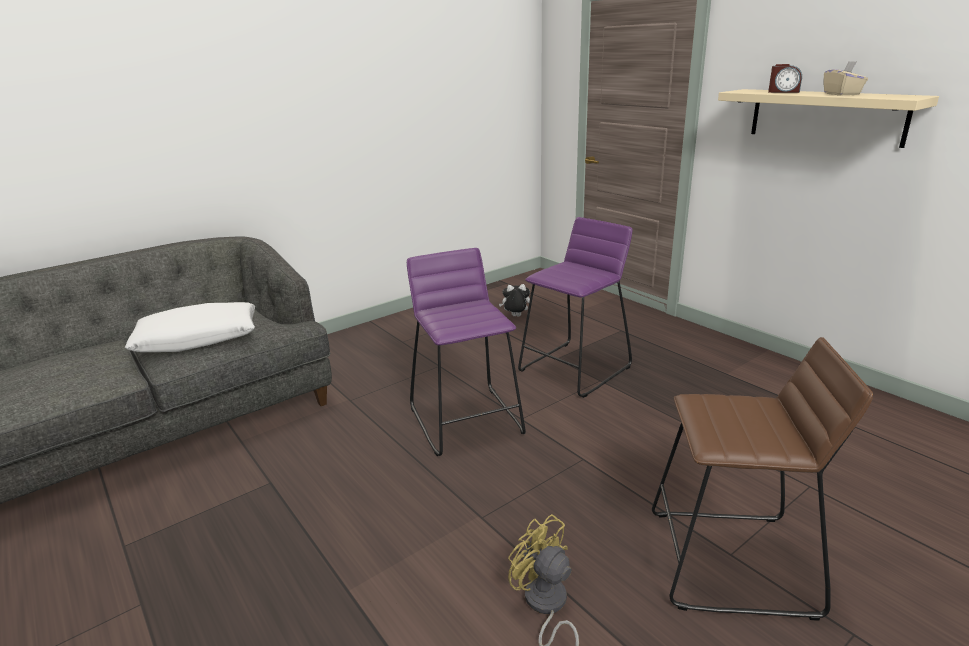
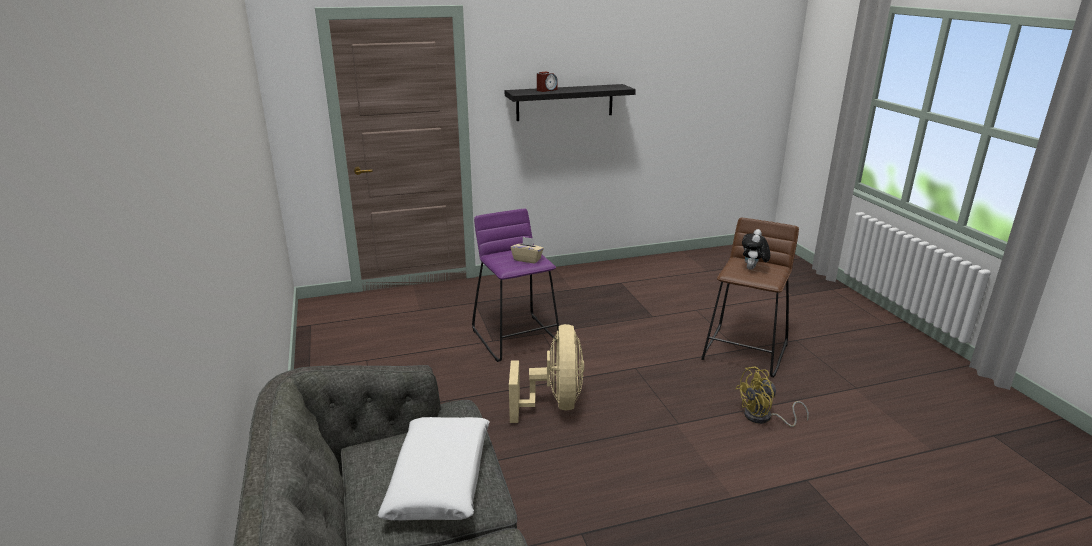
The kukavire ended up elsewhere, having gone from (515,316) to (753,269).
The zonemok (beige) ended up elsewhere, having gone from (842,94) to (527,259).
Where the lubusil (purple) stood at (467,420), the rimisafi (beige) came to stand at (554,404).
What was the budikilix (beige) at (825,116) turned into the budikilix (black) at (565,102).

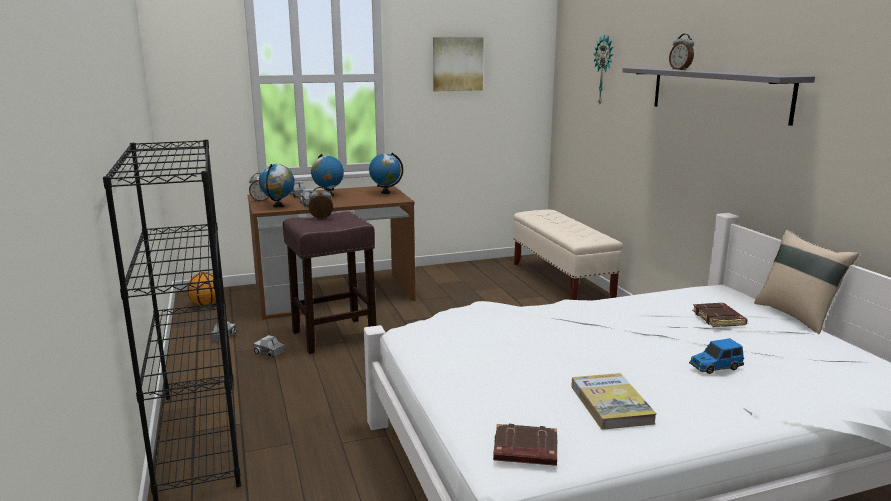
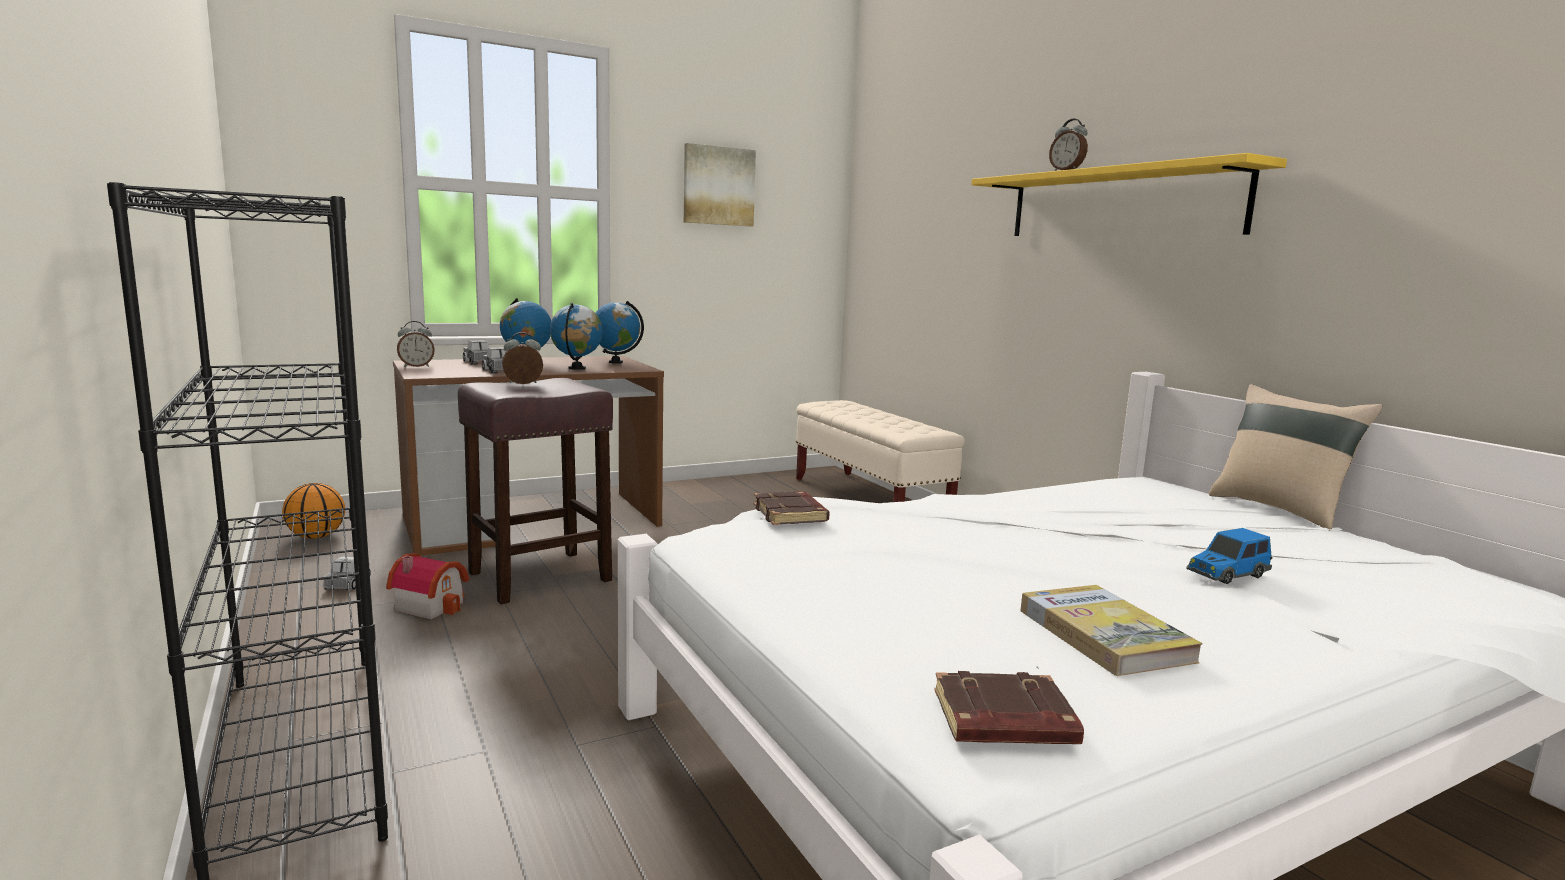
The second view lost the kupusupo at (604,70).
The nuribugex ended up elsewhere, having gone from (278,206) to (577,368).
The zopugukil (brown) ended up elsewhere, having gone from (719,319) to (791,514).
Where the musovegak stood at (269,353), the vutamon came to stand at (431,605).
What was the budikilix (grey) at (717,93) turned into the budikilix (yellow) at (1119,204).

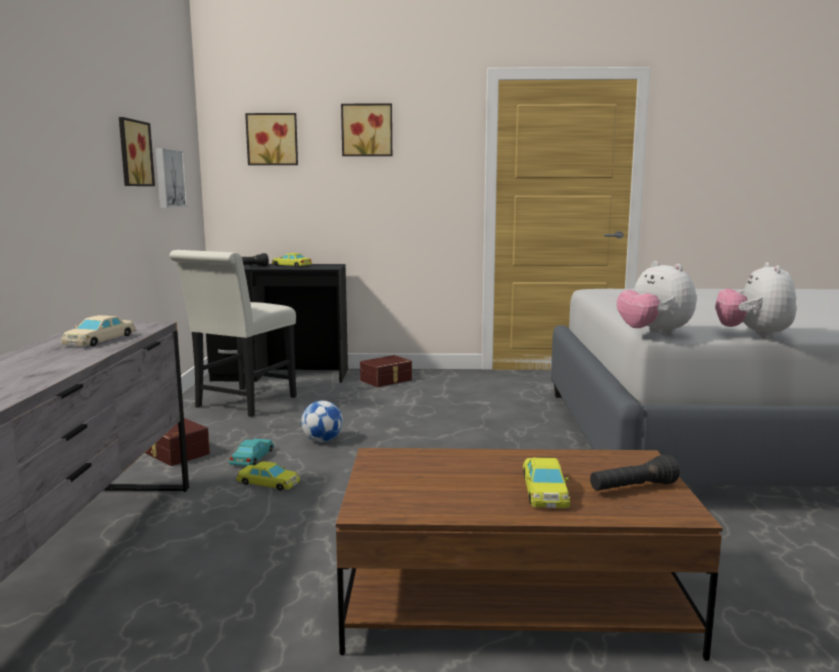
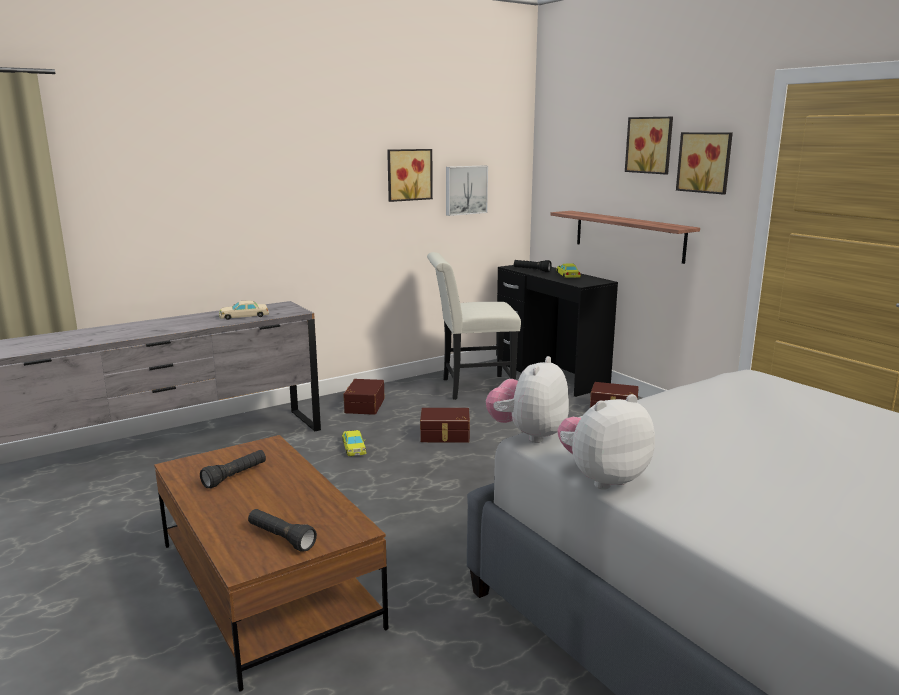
The second view lost the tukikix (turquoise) at (252,457).
The second view lost the tukikix (yellow) at (545,490).
The second view gained the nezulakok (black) at (235,476).
The second view gained the budikilix at (628,235).
The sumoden ended up elsewhere, having gone from (272,139) to (705,162).
Where the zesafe stood at (322,440), the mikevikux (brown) came to stand at (445,435).

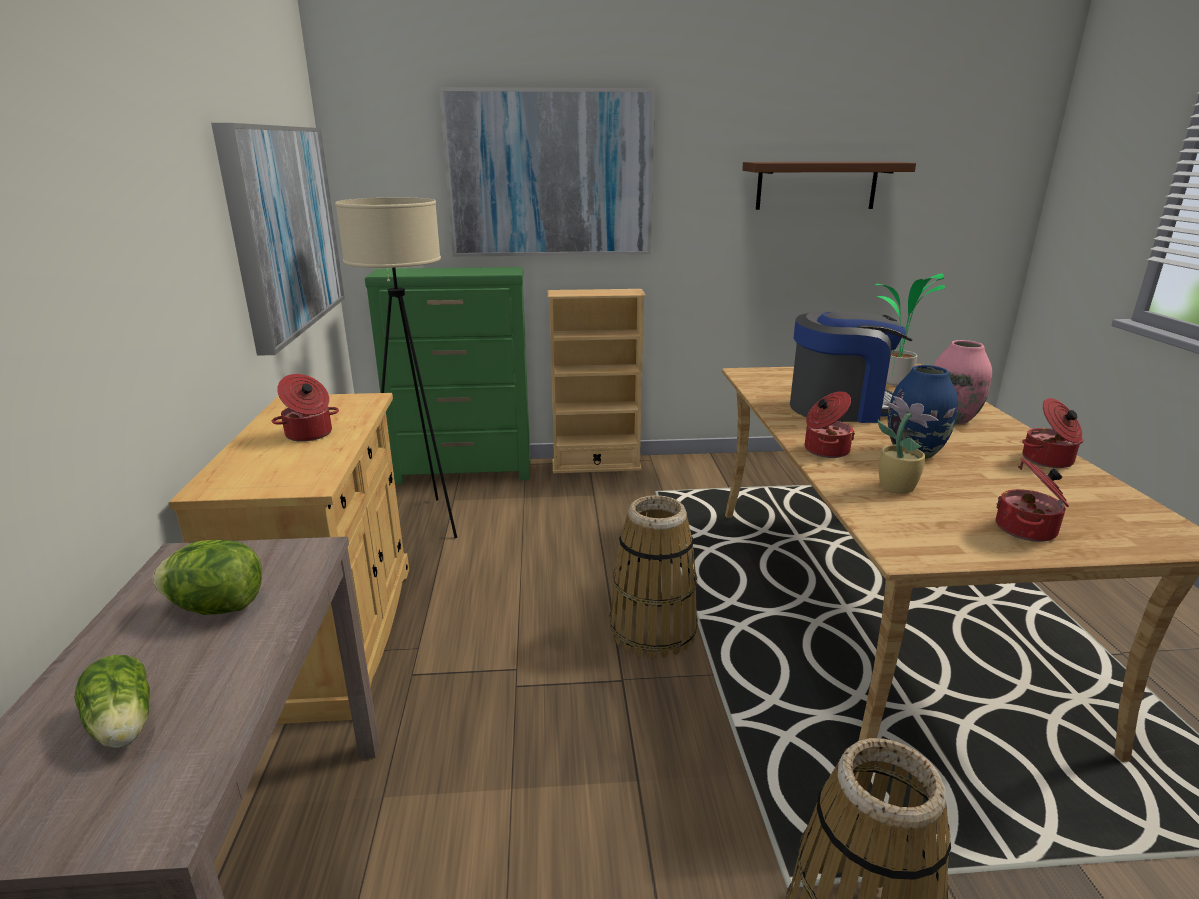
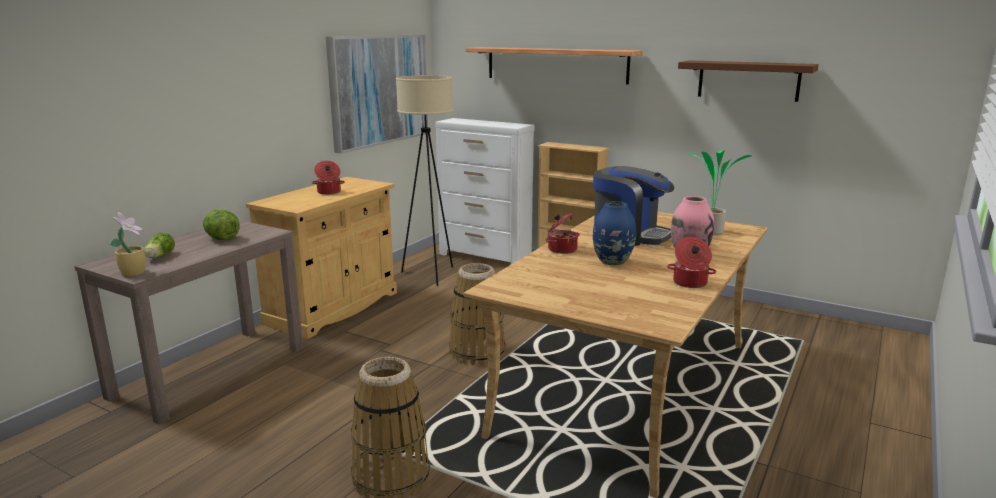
The second view lost the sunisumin at (1027,530).
The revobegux ended up elsewhere, having gone from (895,486) to (134,272).
Where the sumoden hung at (550,174), the budikilix came to hang at (556,64).
What was the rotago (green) at (464,472) turned into the rotago (white) at (485,258).

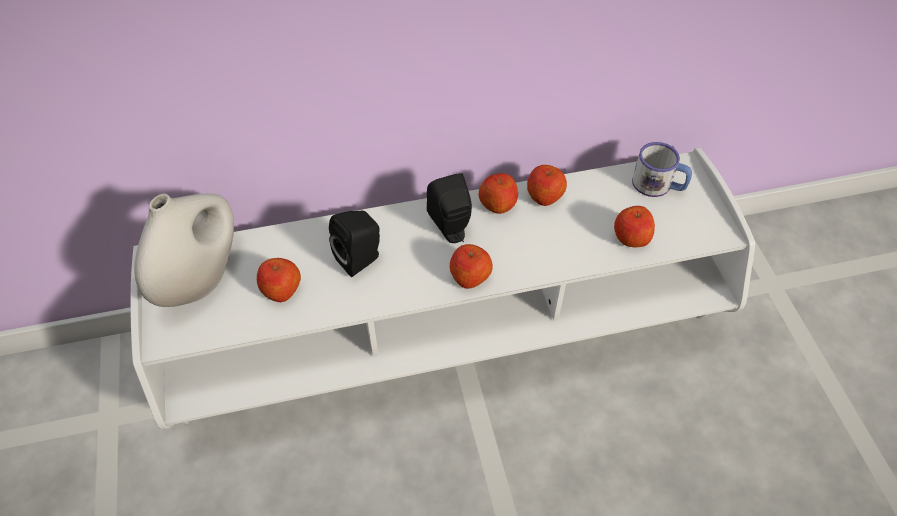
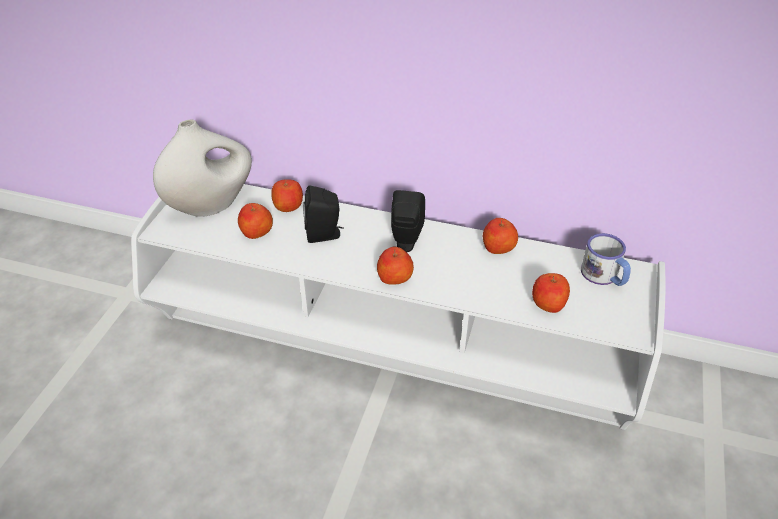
The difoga ended up elsewhere, having gone from (497,204) to (288,206).

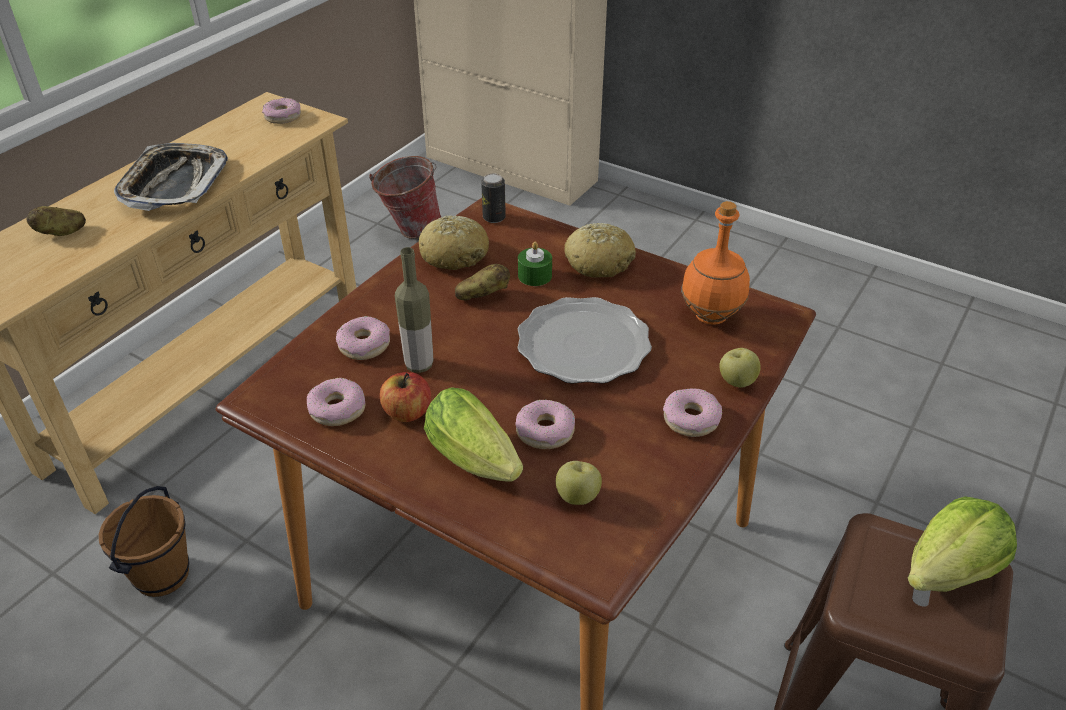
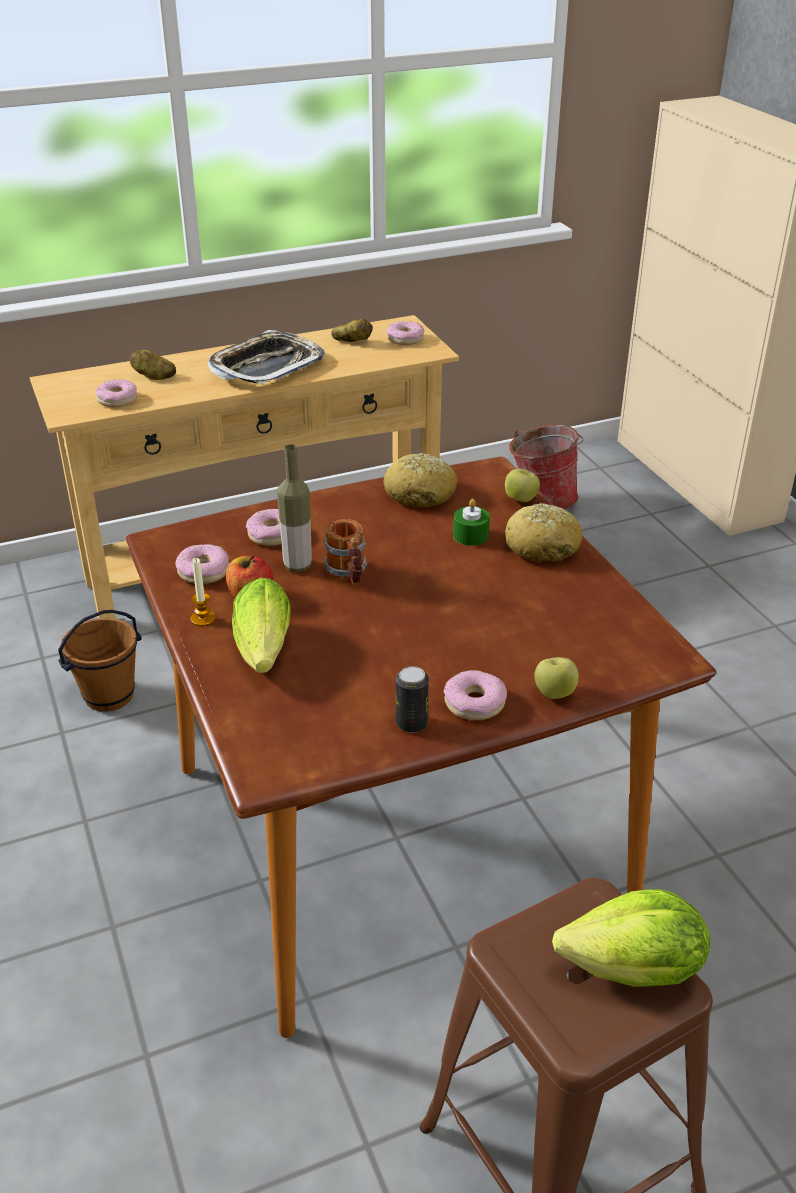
The second view lost the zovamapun at (582,345).
The second view lost the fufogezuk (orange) at (711,315).
The second view gained the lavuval at (203,619).
The second view gained the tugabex at (348,574).
The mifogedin ended up elsewhere, having gone from (483,295) to (352,342).
The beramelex ended up elsewhere, having gone from (494,217) to (411,723).
The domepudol ended up elsewhere, having gone from (545,431) to (117,400).
The difoga ended up elsewhere, having gone from (577,497) to (521,499).

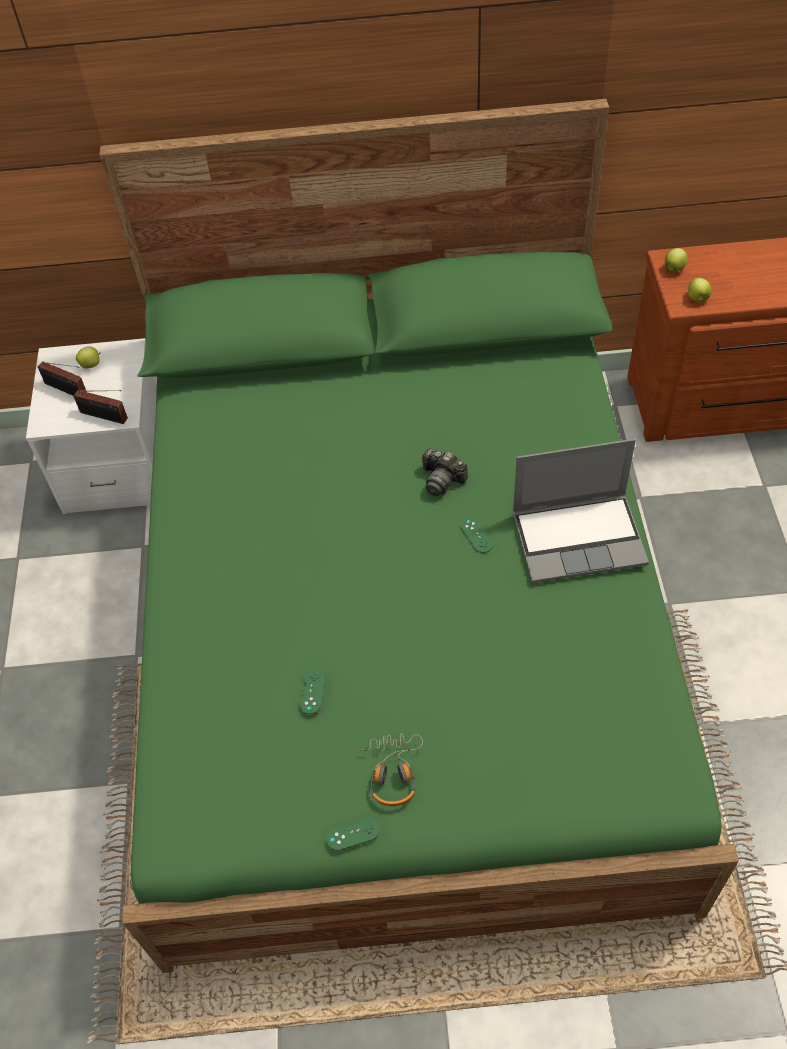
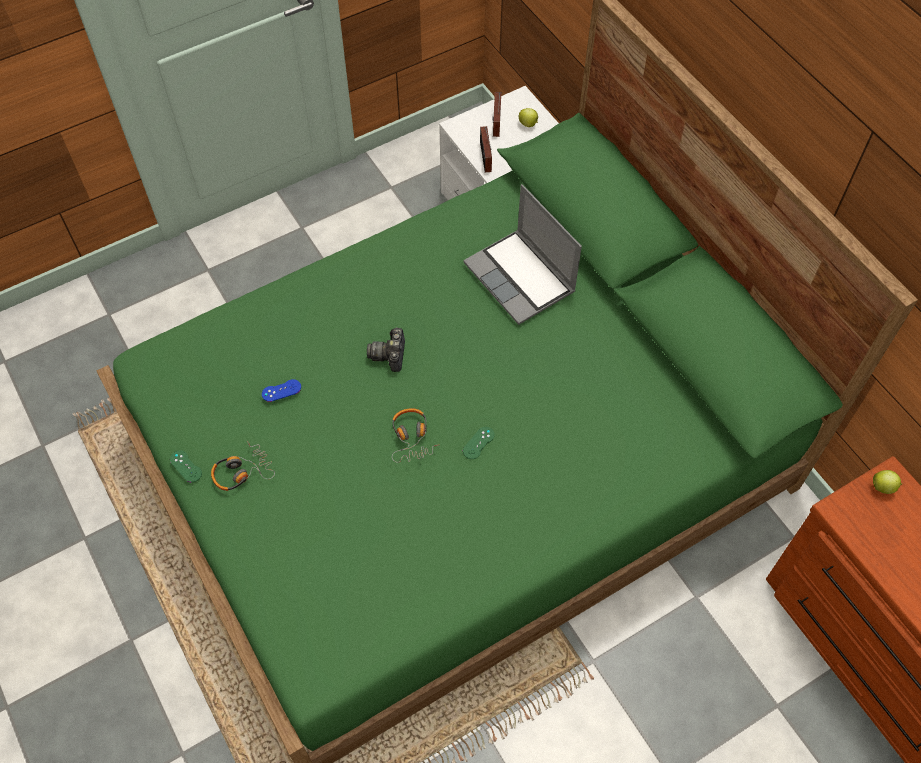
The second view lost the difoga at (697,299).
The second view gained the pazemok at (412,438).
The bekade ended up elsewhere, having gone from (442,479) to (389,355).
The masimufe ended up elsewhere, having gone from (579,537) to (521,278).
What was the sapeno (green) at (312,691) turned into the sapeno (blue) at (281,390).

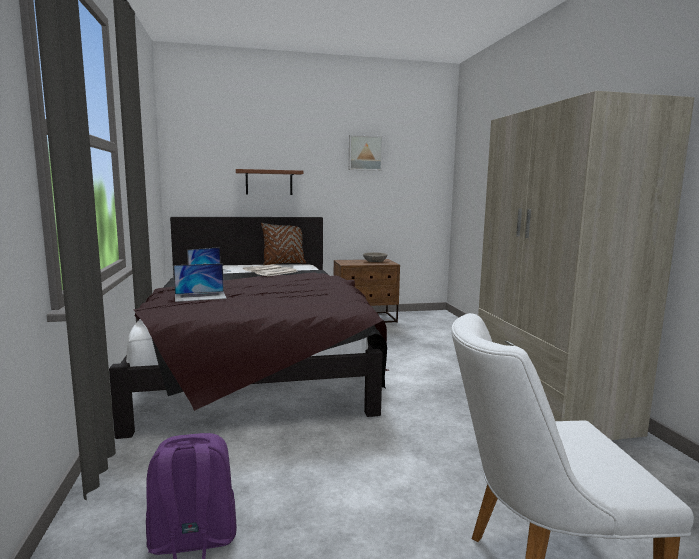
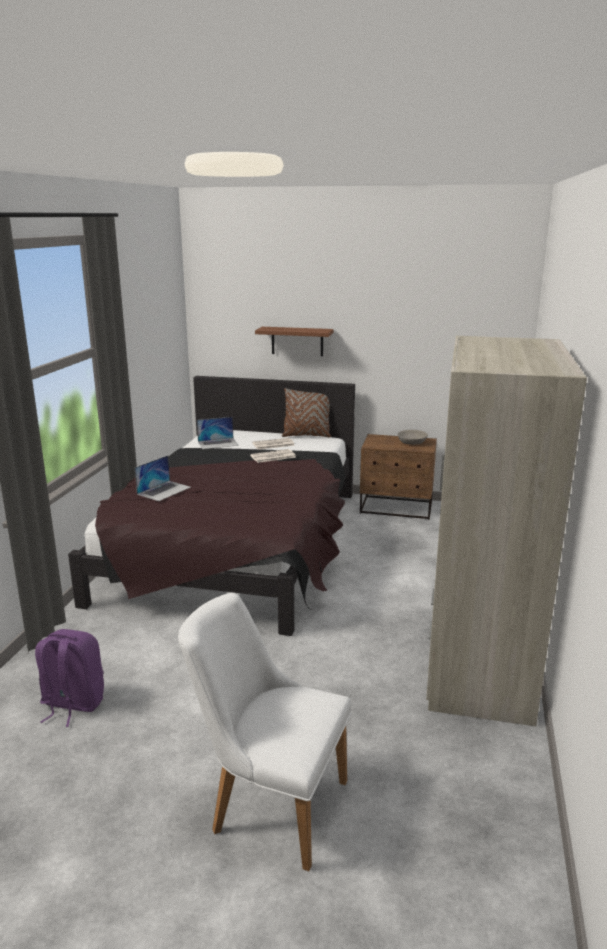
The second view lost the sumoden at (365,153).
The masimufe at (200,296) ended up facing another way, 60 degrees counterclockwise from before.

